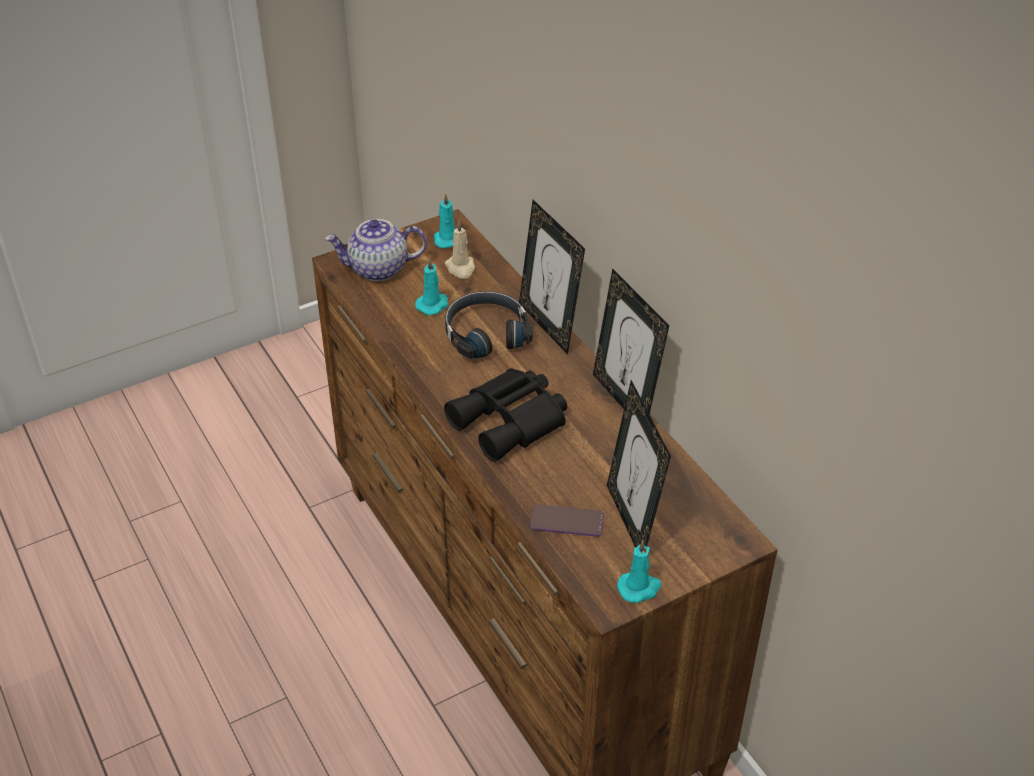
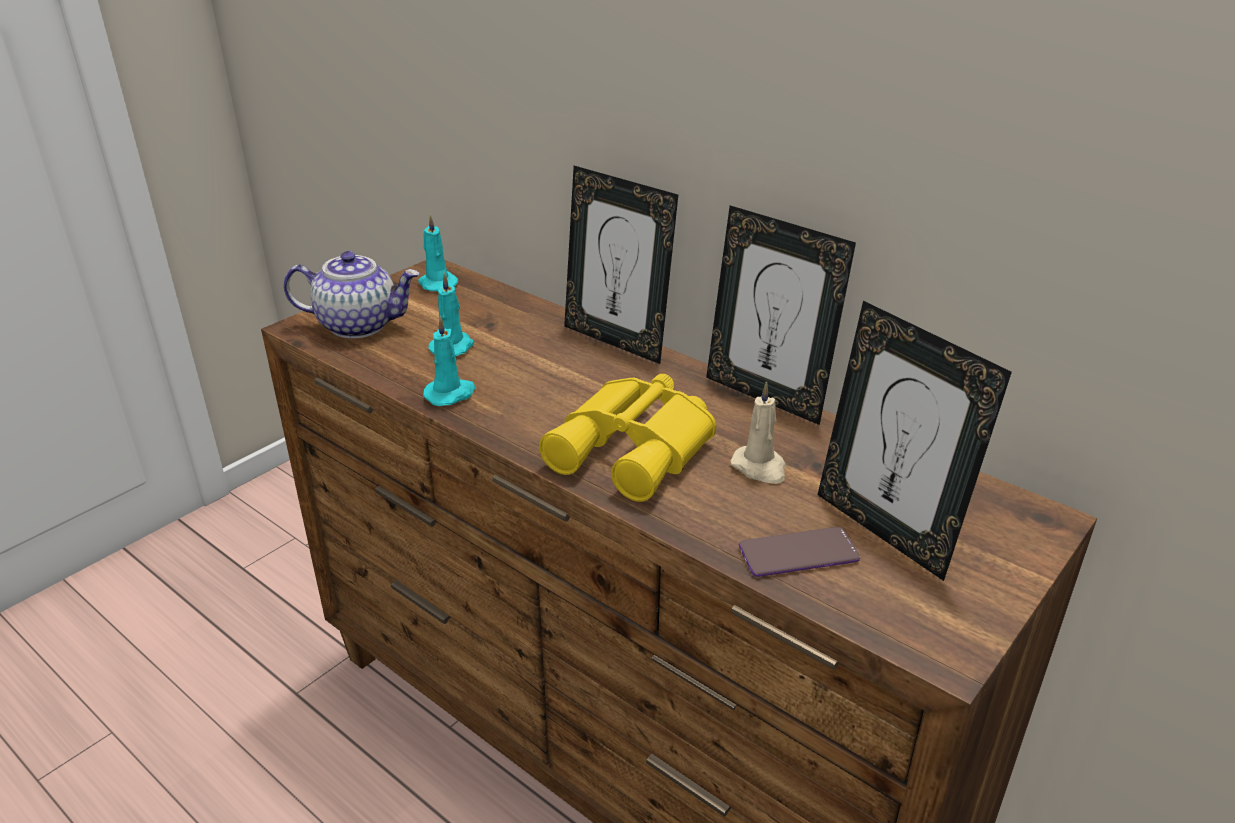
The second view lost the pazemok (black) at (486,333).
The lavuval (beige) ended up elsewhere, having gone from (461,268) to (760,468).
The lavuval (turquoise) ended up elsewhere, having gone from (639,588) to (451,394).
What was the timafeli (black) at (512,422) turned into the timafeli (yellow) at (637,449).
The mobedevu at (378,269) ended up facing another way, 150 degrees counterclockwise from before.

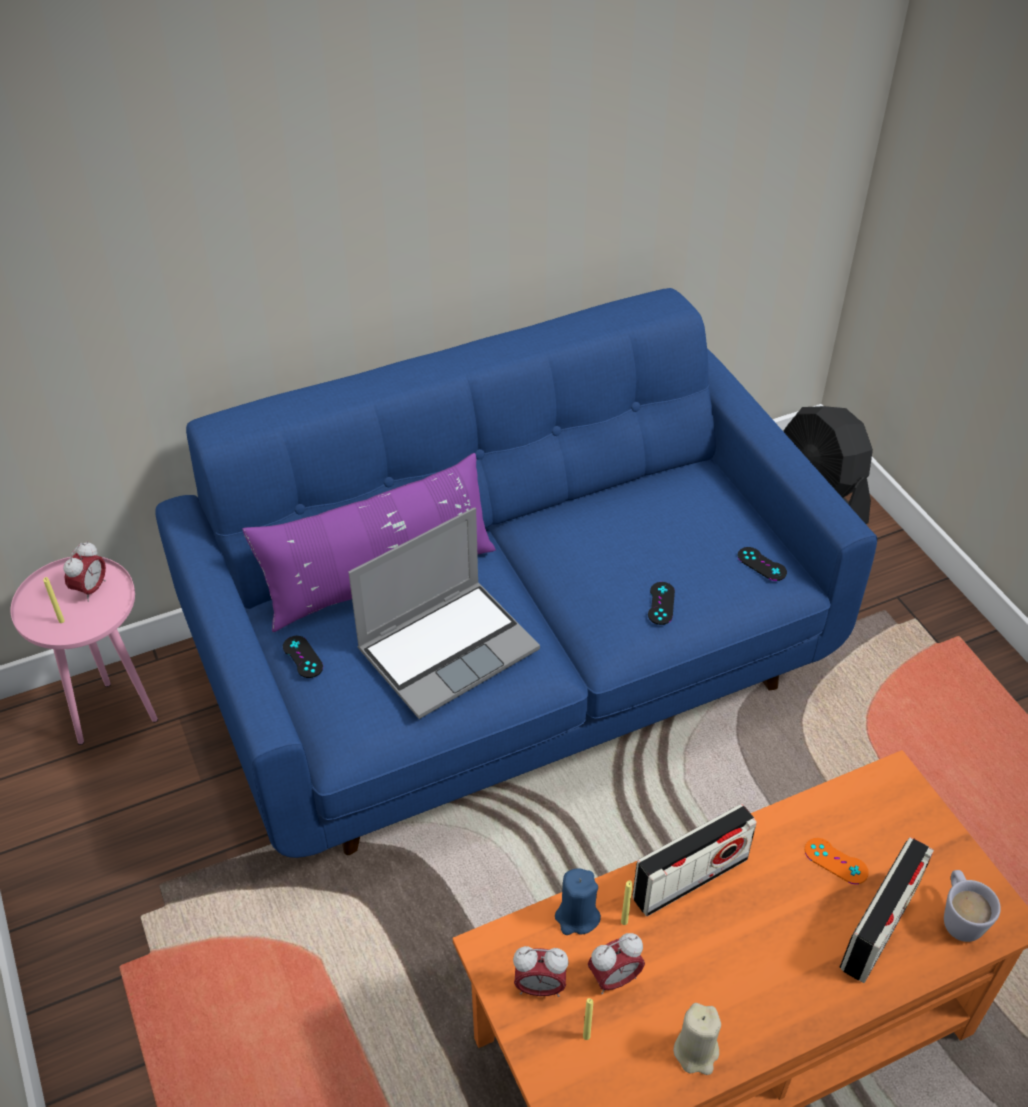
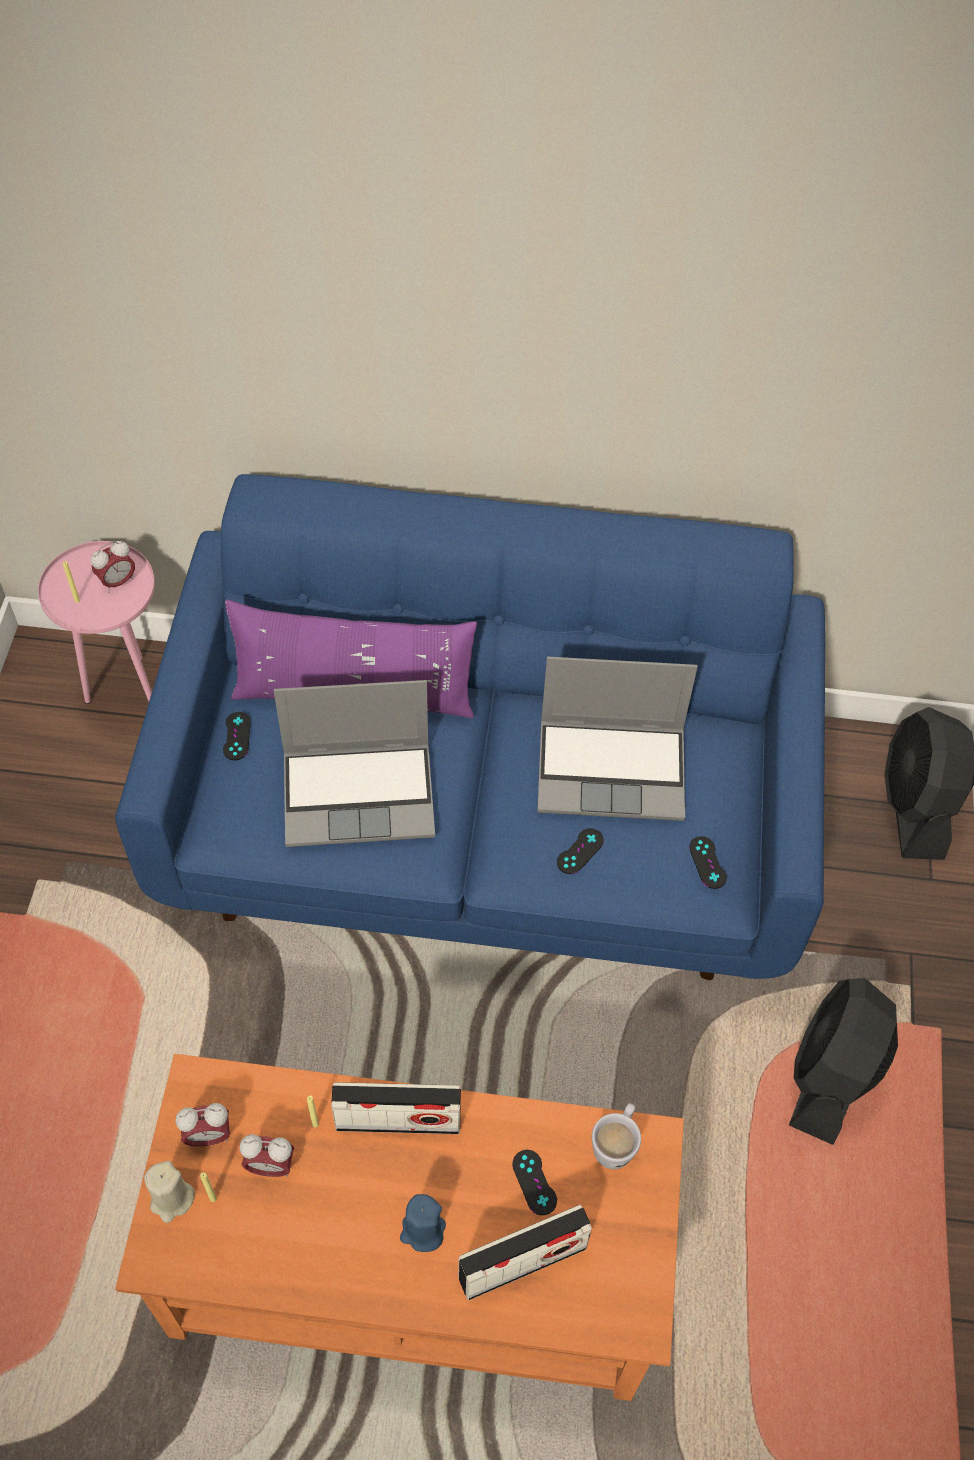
The second view gained the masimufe at (613,769).
The second view gained the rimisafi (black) at (831,1074).
The lavuval (blue) ended up elsewhere, having gone from (577,917) to (422,1231).
The lavuval (beige) ended up elsewhere, having gone from (696,1051) to (172,1199).
The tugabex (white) ended up elsewhere, having gone from (959,917) to (616,1144).
What was the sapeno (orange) at (836,861) turned into the sapeno (black) at (534,1182).
The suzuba at (539,987) ended up facing another way, 45 degrees counterclockwise from before.

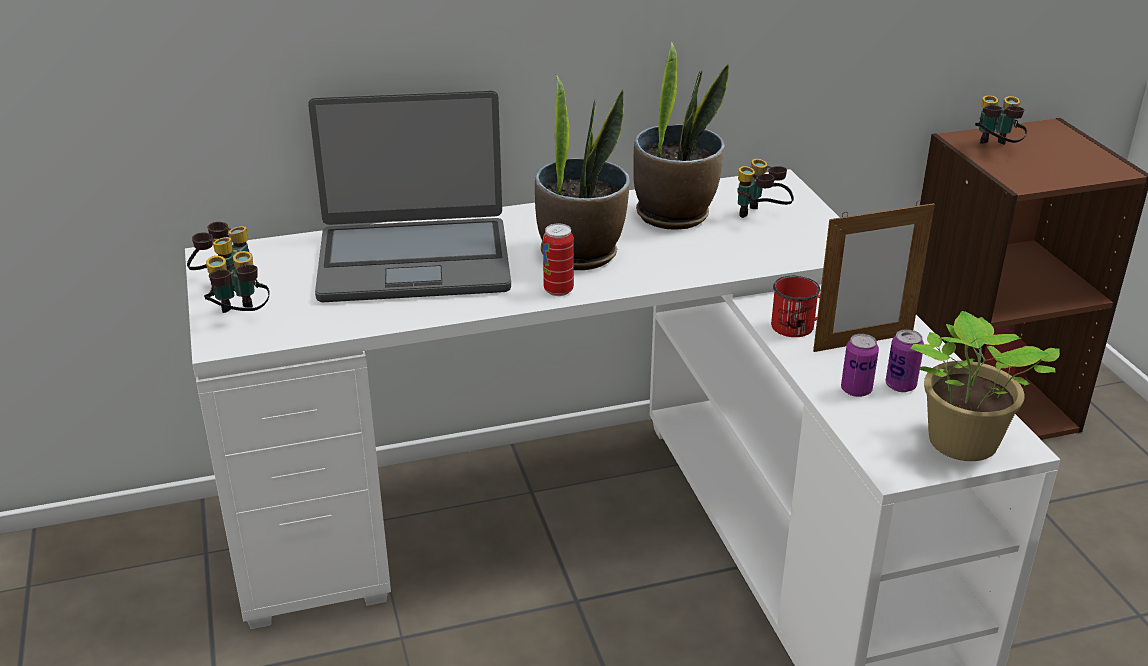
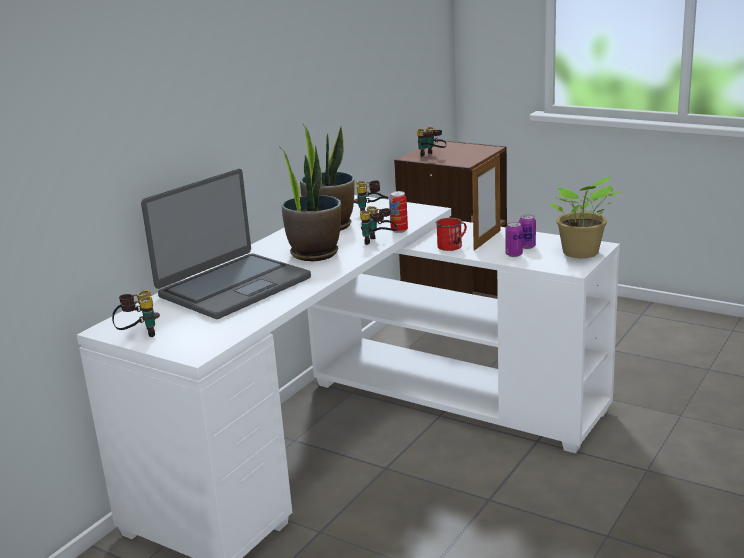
The timafeli ended up elsewhere, having gone from (240,317) to (378,243).
The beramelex ended up elsewhere, having gone from (558,290) to (399,230).

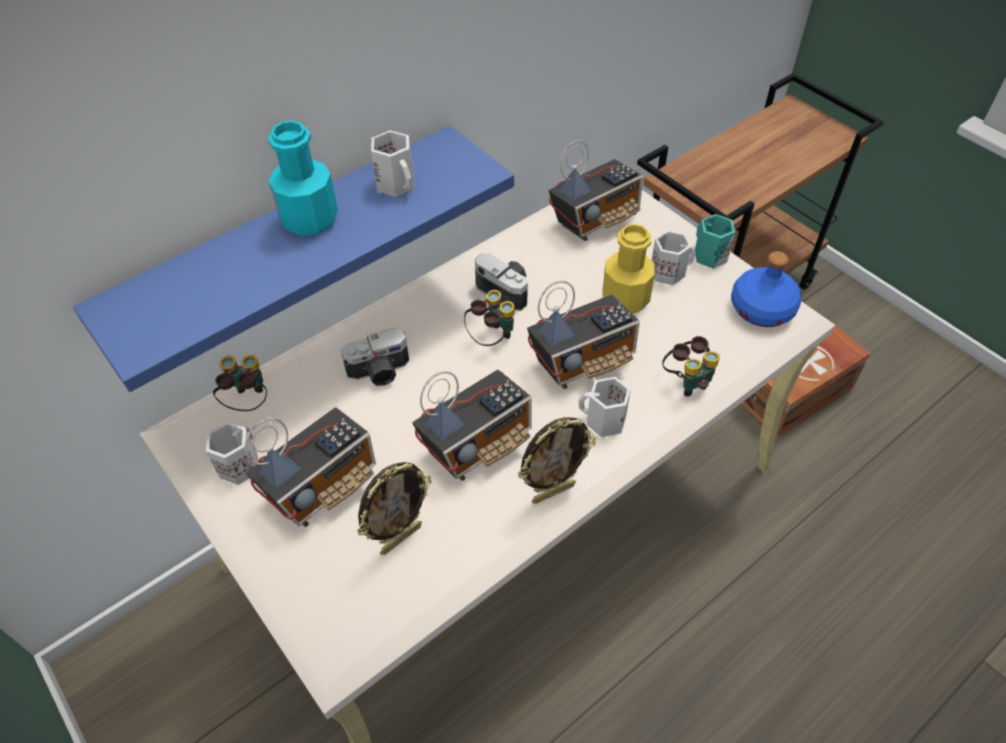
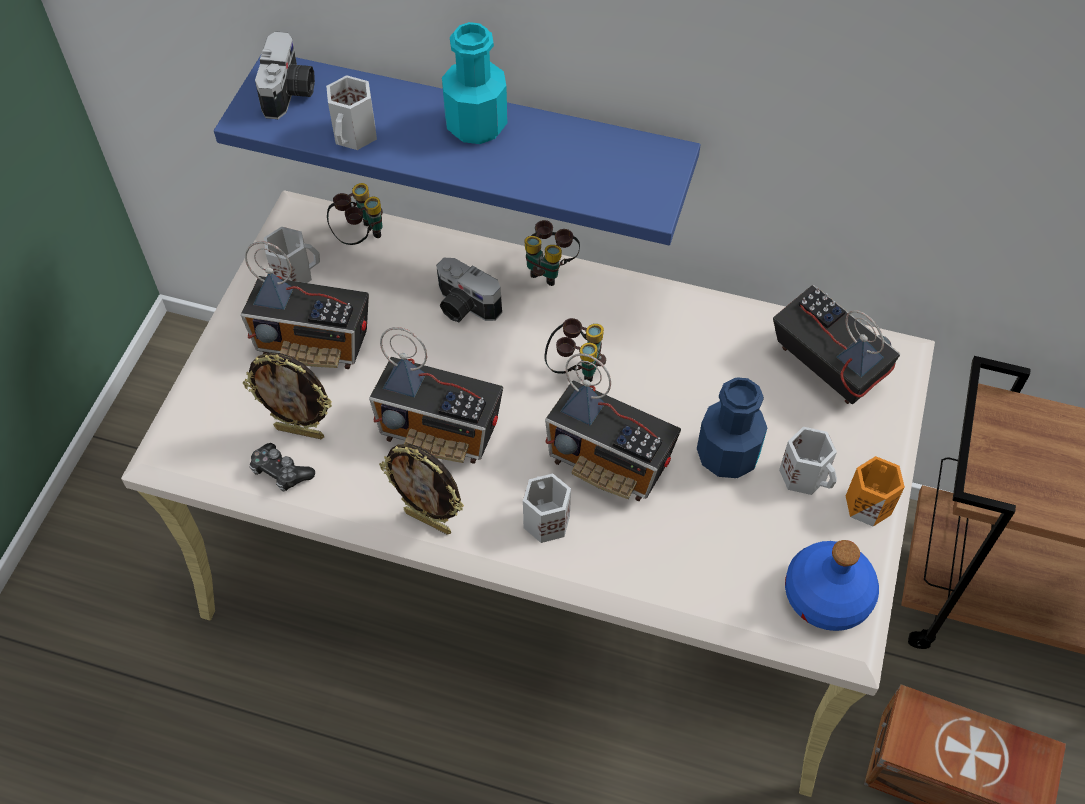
The second view gained the sapeno at (281,472).
The tugabex (white) ended up elsewhere, having gone from (398,183) to (355,135).
The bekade ended up elsewhere, having gone from (506,290) to (290,93).
The timafeli ended up elsewhere, having gone from (687,380) to (550,269).
What was the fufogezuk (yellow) at (625,299) turned into the fufogezuk (blue) at (727,455).
What was the tugabex (turquoise) at (708,255) turned into the tugabex (orange) at (867,503).
The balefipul at (596,219) ended up facing another way, 150 degrees counterclockwise from before.

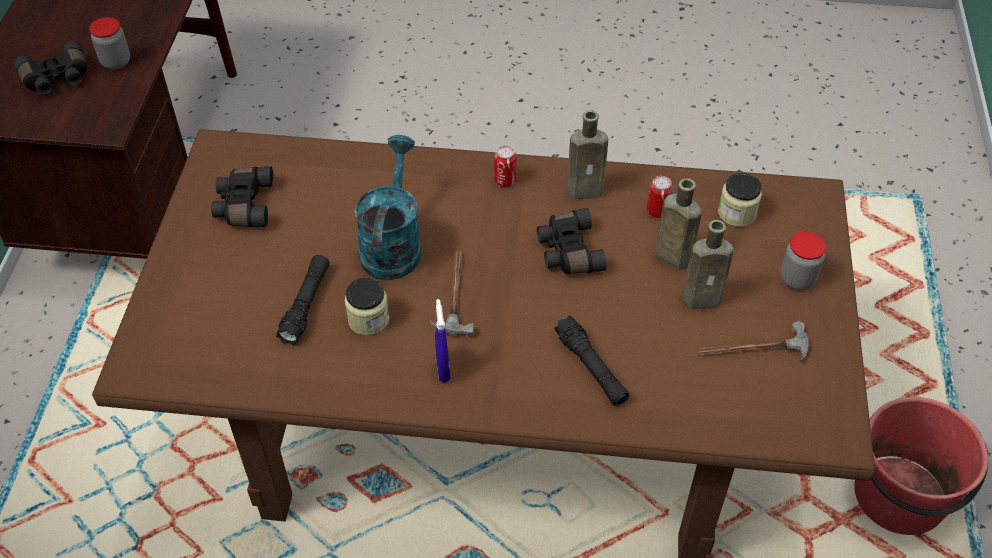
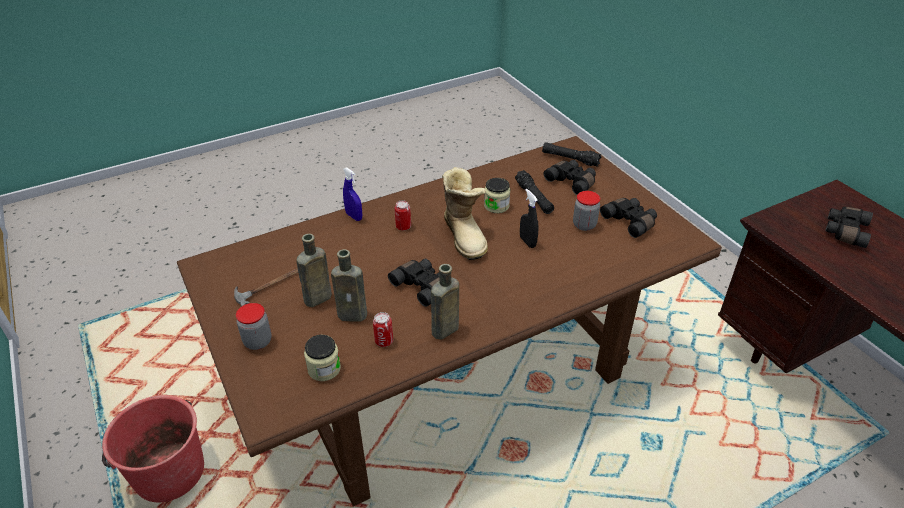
The second view gained the timafeli (black) at (572,182).
The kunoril ended up elsewhere, having gone from (116,62) to (584,225).
The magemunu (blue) ended up elsewhere, having gone from (443,369) to (354,216).
The beramelex ended up elsewhere, having gone from (505,180) to (403,226).
The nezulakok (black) ended up elsewhere, having gone from (591,368) to (570,159).
Where the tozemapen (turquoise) stood at (392,244), the magemunu (black) came to stand at (527,242).
Where the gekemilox stood at (455,294), the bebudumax came to stand at (466,235).

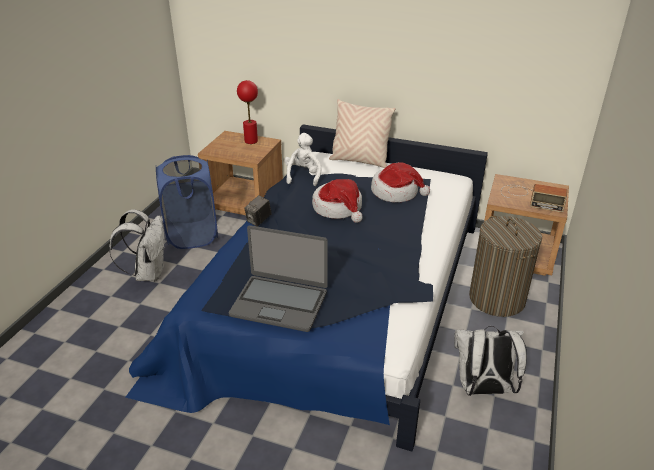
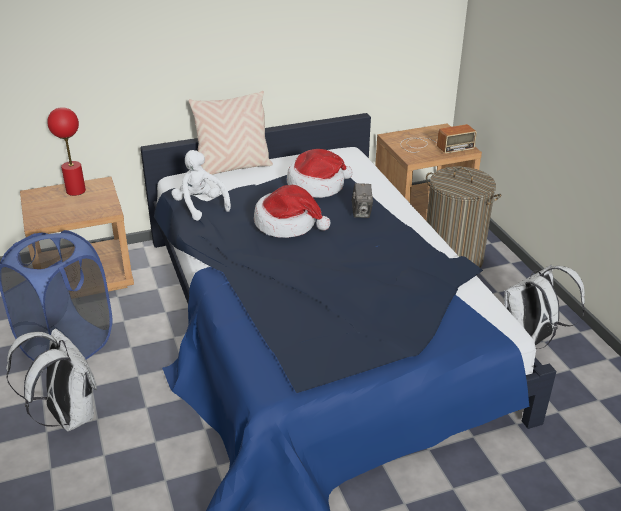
The second view lost the masimufe at (279,303).
The bekade ended up elsewhere, having gone from (259,221) to (361,212).

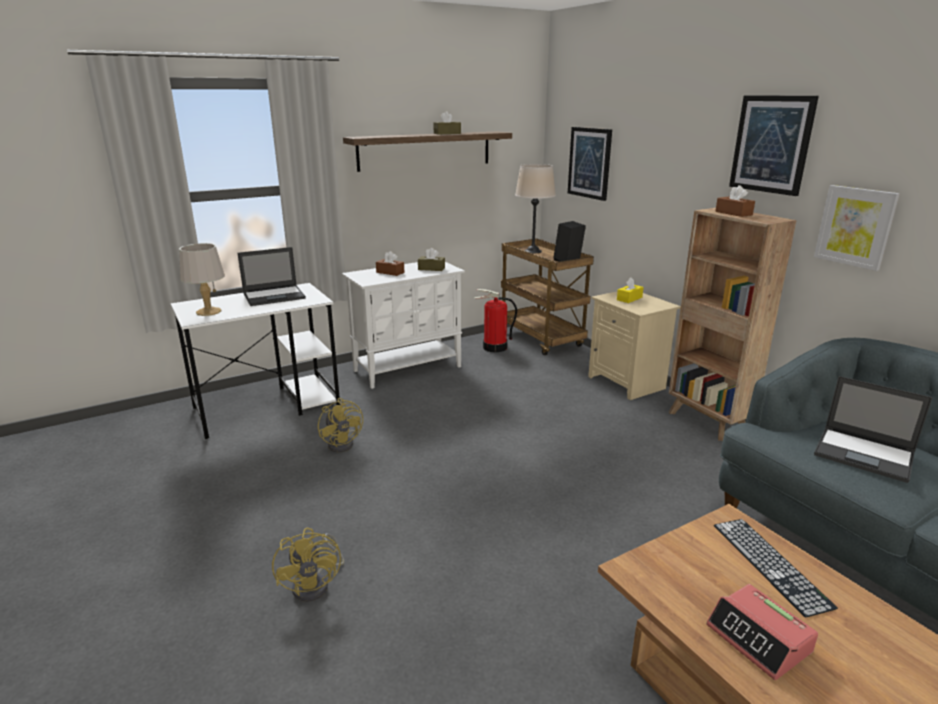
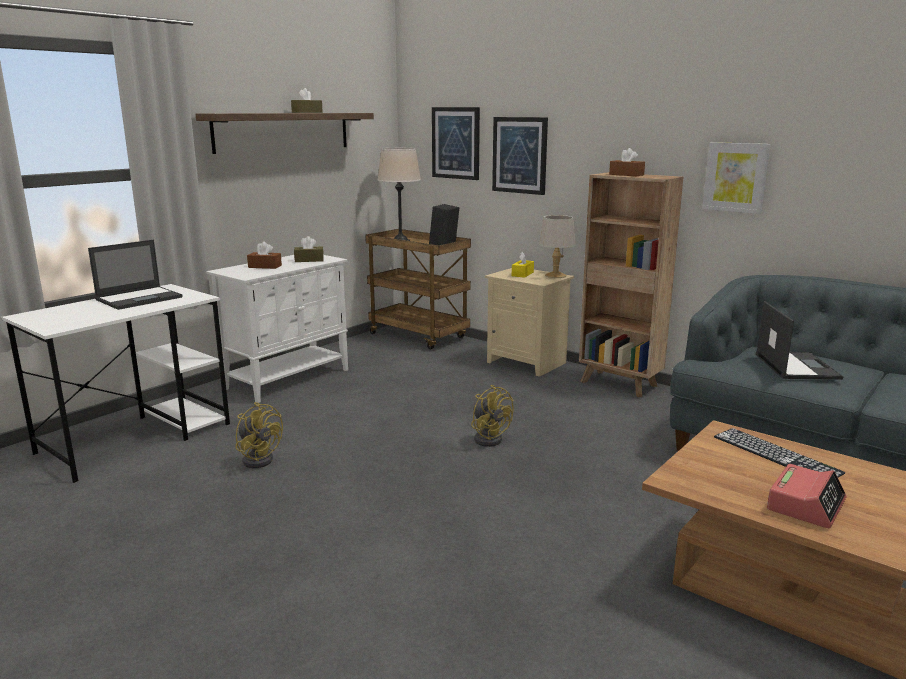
The second view lost the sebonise at (494,347).
The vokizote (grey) ended up elsewhere, having gone from (208,311) to (555,275).
The rimisafi (yellow) ended up elsewhere, having gone from (316,584) to (489,438).
The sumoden ended up elsewhere, having gone from (771,144) to (520,155).
The suzuba at (759,639) ended up facing another way, 90 degrees counterclockwise from before.
The masimufe at (865,454) ended up facing another way, 105 degrees counterclockwise from before.

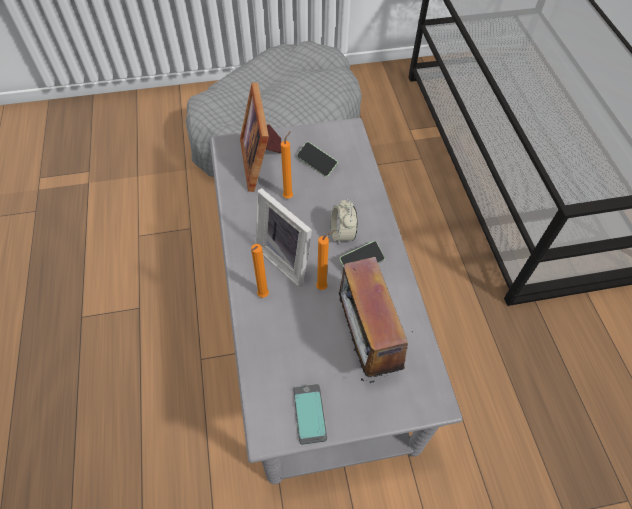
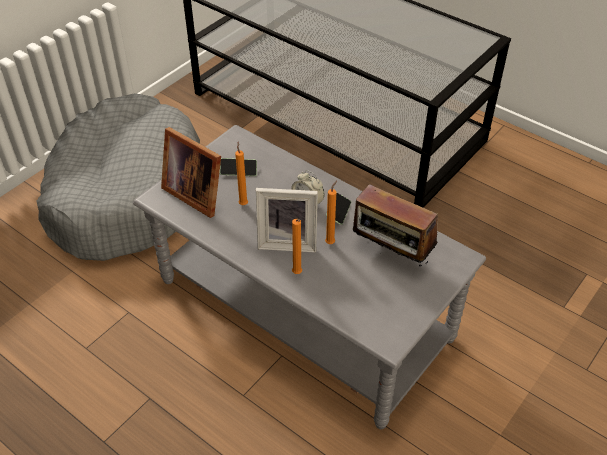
The second view lost the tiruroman at (309,414).

